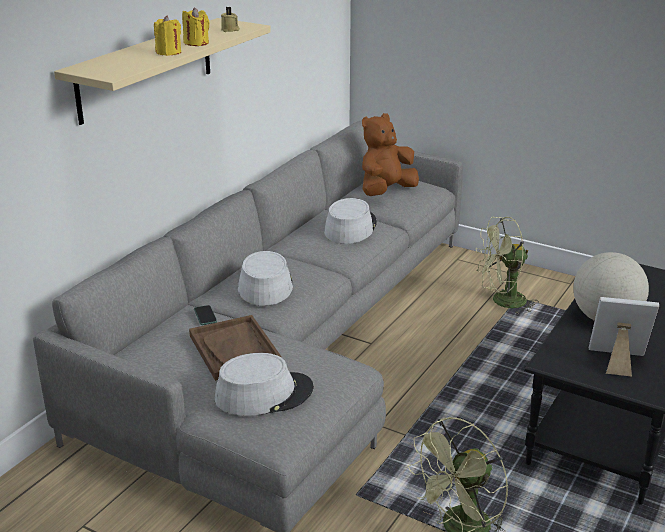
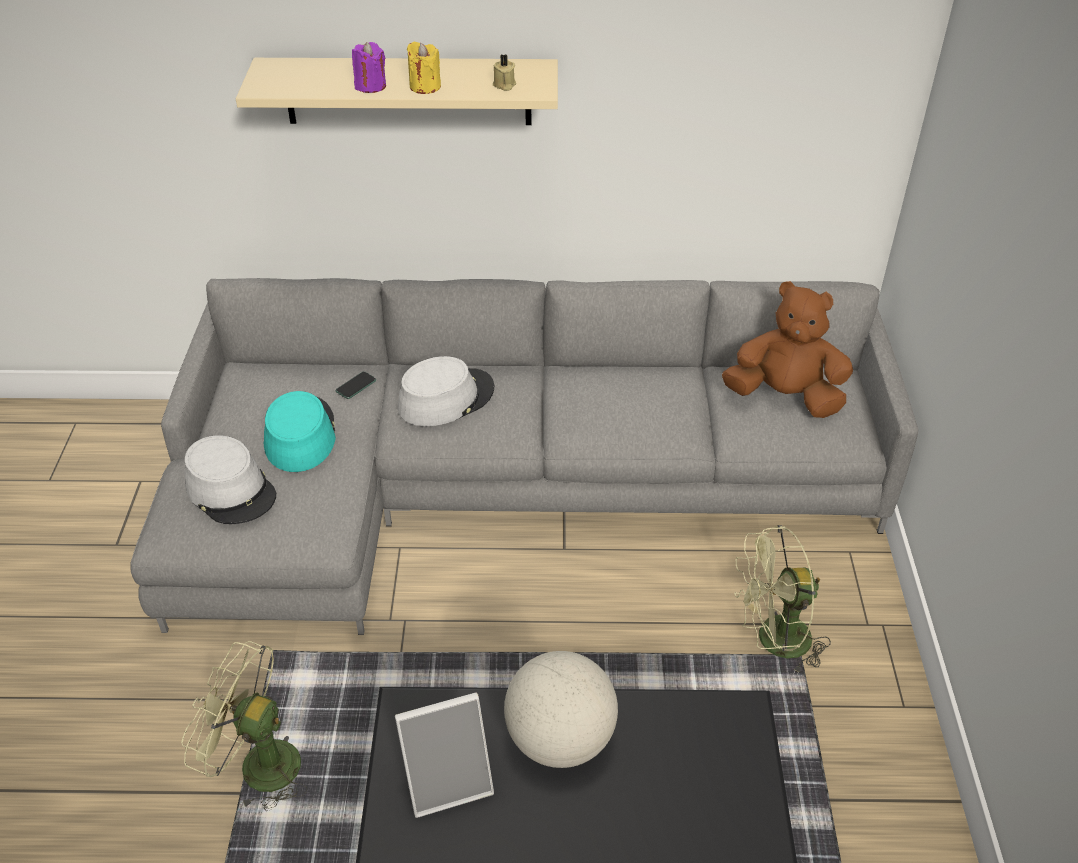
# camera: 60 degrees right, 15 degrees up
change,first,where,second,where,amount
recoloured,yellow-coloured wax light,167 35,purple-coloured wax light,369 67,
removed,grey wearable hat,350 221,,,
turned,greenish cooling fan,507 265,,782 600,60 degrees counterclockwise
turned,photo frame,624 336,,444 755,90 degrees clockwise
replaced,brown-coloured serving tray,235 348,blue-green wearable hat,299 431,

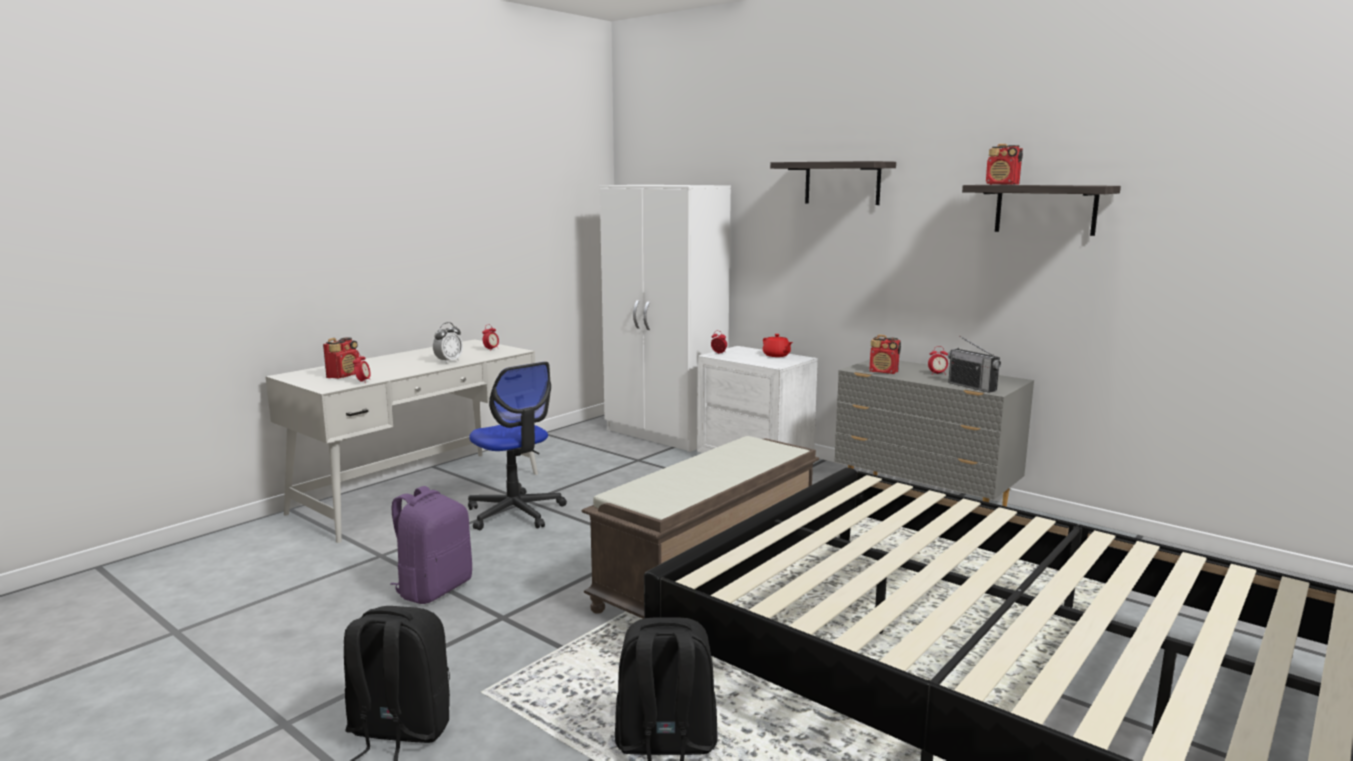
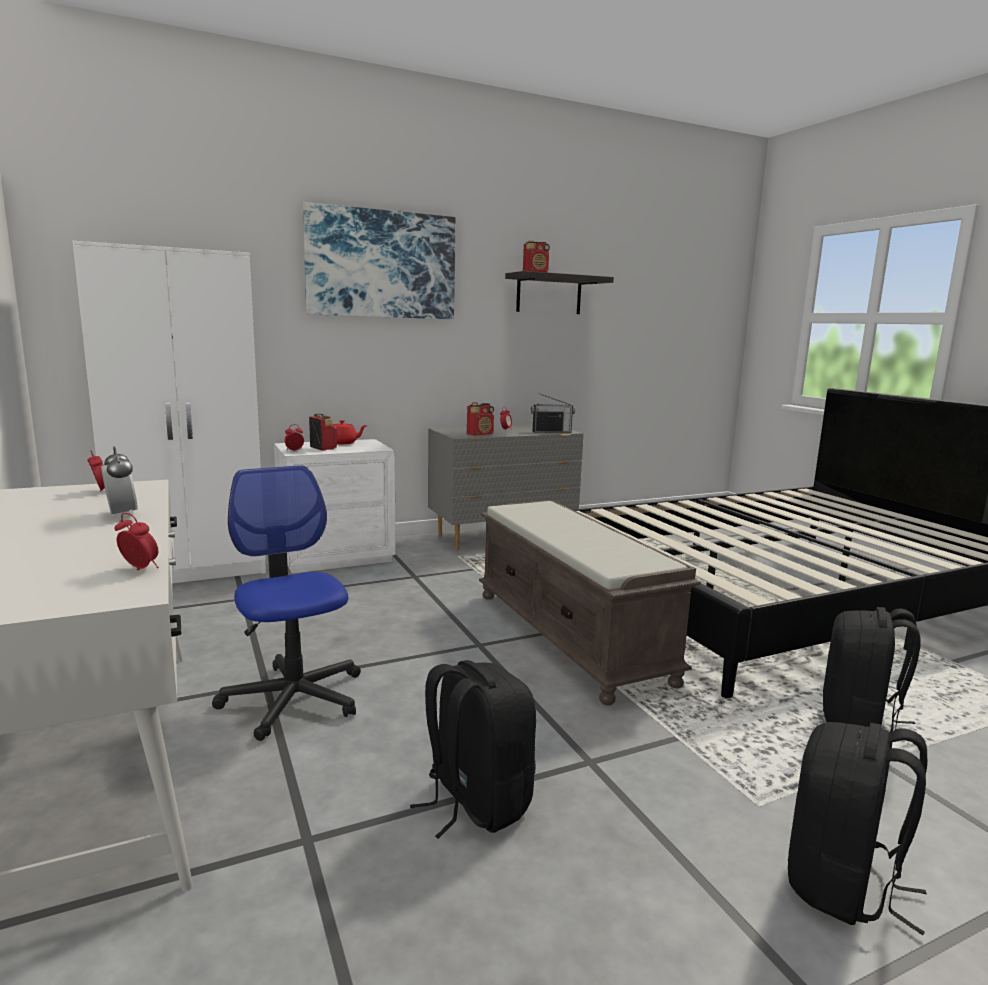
# camera: 65 degrees left, 0 degrees up
change,first,where,second,where,amount
replaced,wall shelf,833 183,picture,378 260,
moved,radio set,341 358,,323 432,
turned,desk chair,517 446,,286 603,105 degrees counterclockwise
recoloured,purple-coloured knapsack,431 545,black knapsack,473 749,

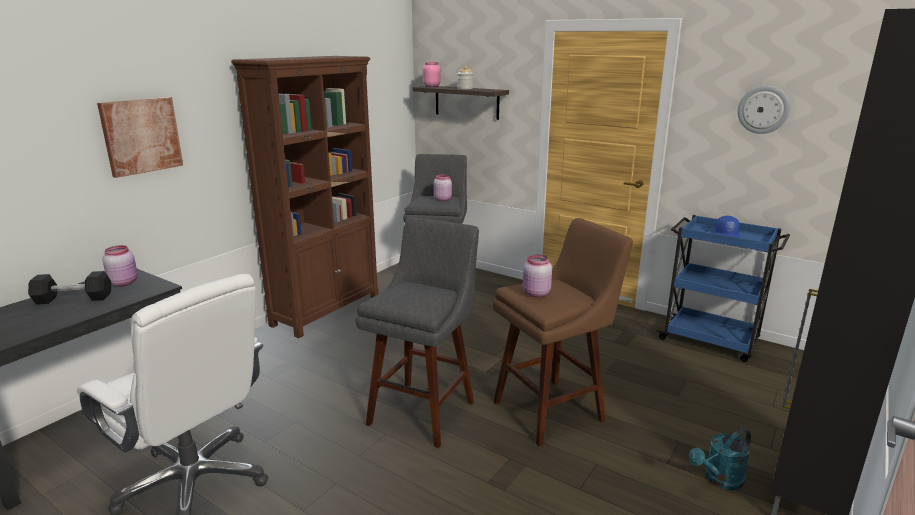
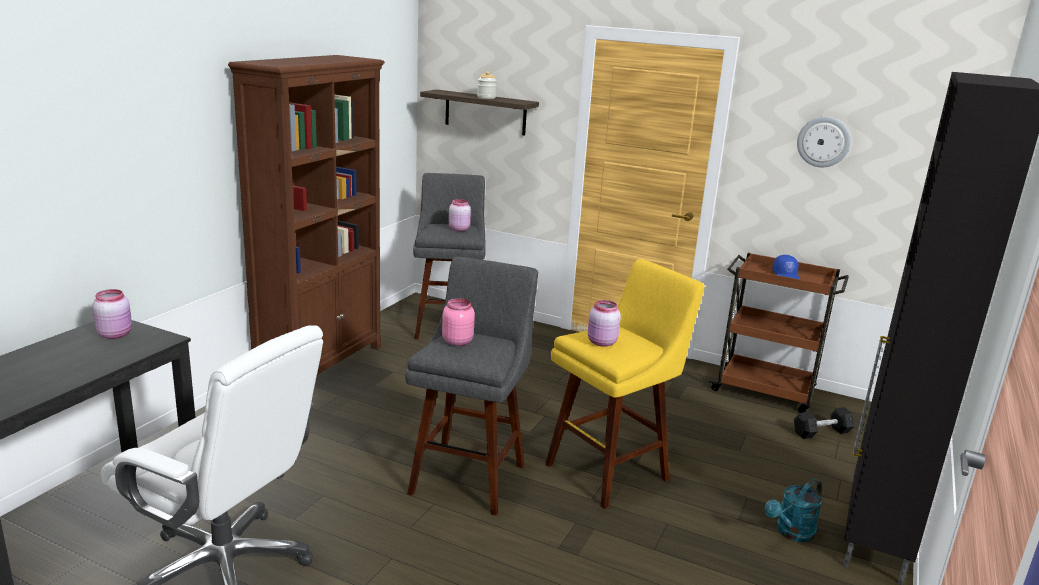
# camera: 10 degrees left, 0 degrees up
change,first,where,second,where,amount
moved,pink storage jar,432 74,,458 322,
removed,picture,140 137,,,
recoloured,bluish wheeled cart,723 288,brown-coloured wheeled cart,779 333,
recoloured,brown-coloured stool seat,563 332,yellow-coloured stool seat,625 384,
moved,black dumbbell,69 287,,824 423,

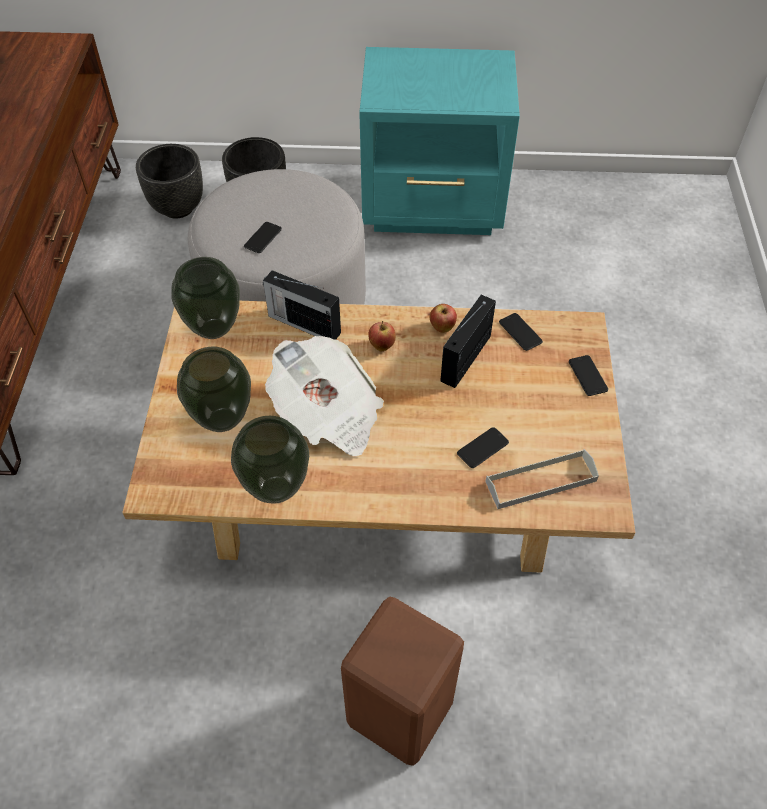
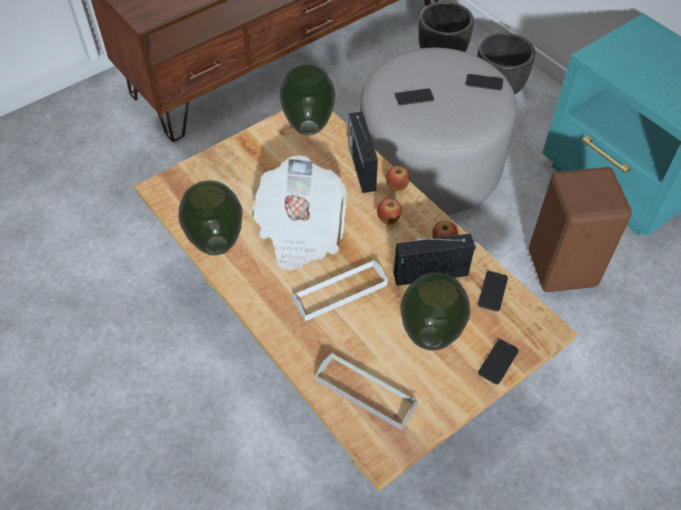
# camera: 50 degrees right, 0 degrees up
change,first,where,second,where,amount
moved,flower vase,214 389,,435 311,
moved,phone,483 447,,484 82,
moved,brown-coloured stool seat,402 681,,580 229,
added,,,apple fruit,398 178,
added,,,white-coloured serving tray,340 290,

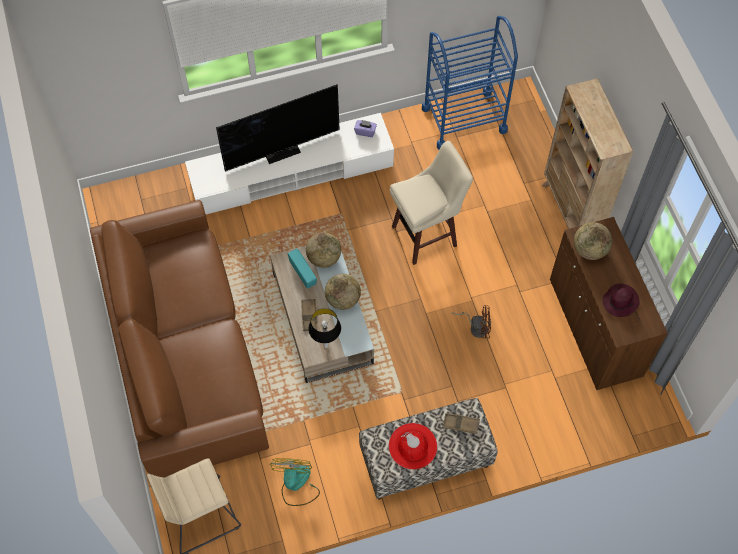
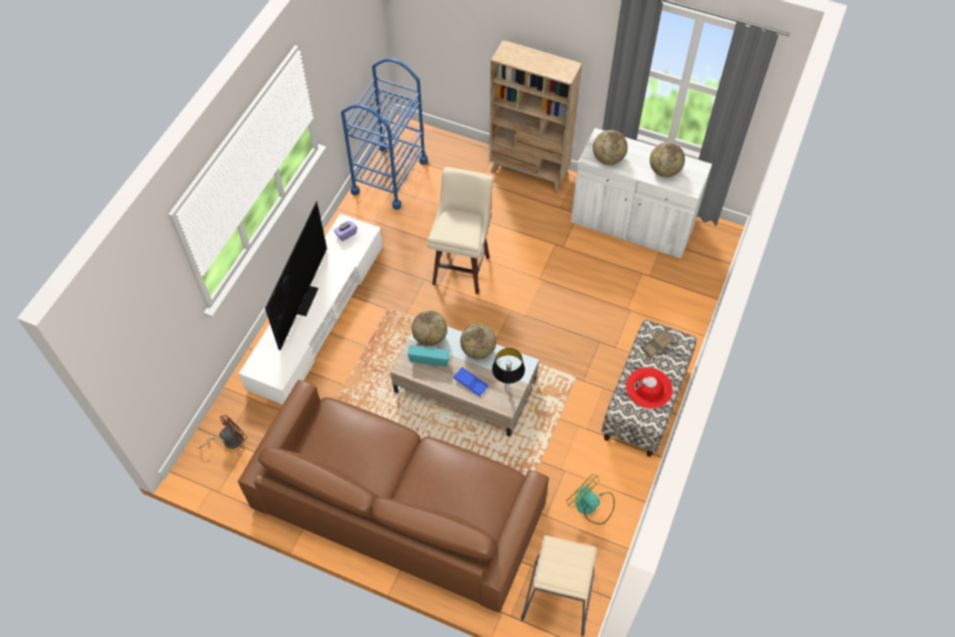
# camera: 50 degrees left, 5 degrees down
change,first,where,second,where,amount
recoloured,brown-coloured cabinet,609 303,white-coloured cabinet,641 193,
replaced,purple-coloured wearable hat,621 300,world globe,667 159,
recoloured,brown-coloured serving tray,309 315,bluish serving tray,471 382,
moved,brown-coloured cooling fan,471 321,,223 432,

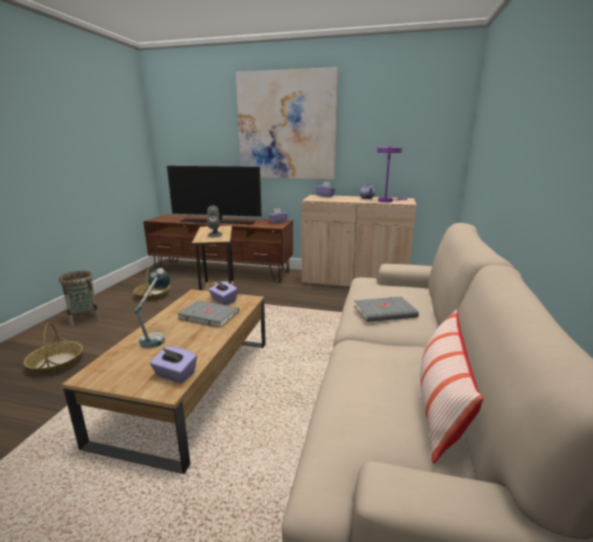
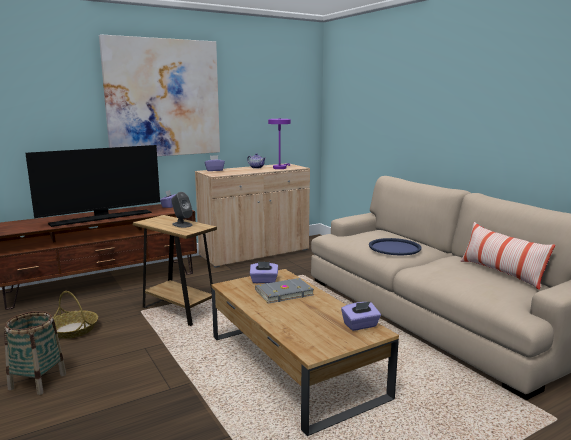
# camera: 45 degrees left, 5 degrees down
change,first,where,second,where,amount
removed,tabletop lamp,152 308,,,
replaced,grey book,386 309,bluish serving tray,395 246,
removed,storage basket,53 348,,,

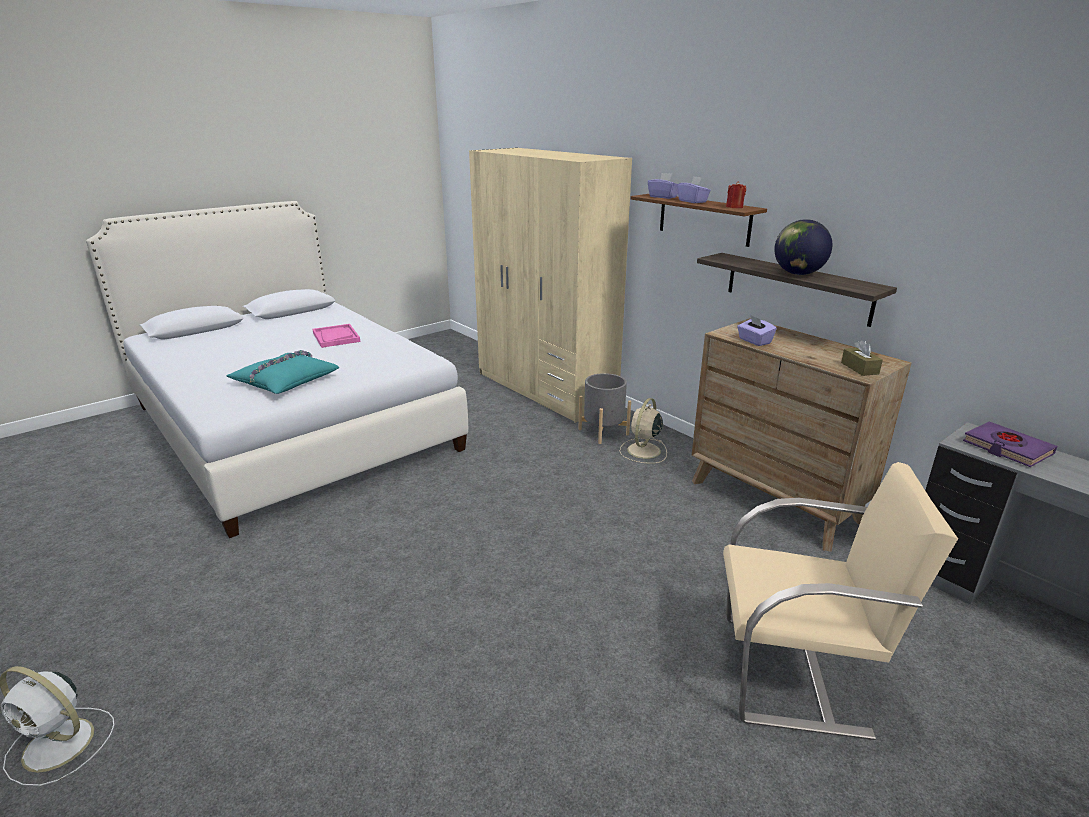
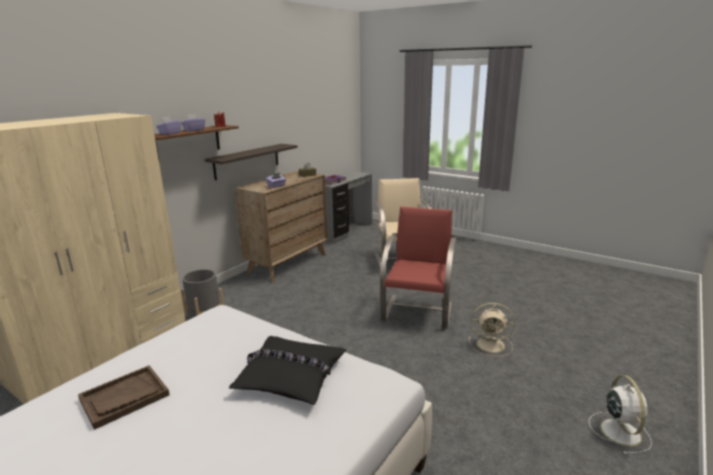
# camera: 105 degrees left, 5 degrees down
change,first,where,second,where,amount
removed,world globe,803 247,,,
recoloured,pink serving tray,336 336,brown-coloured serving tray,124 397,
recoloured,blue-green cushion,283 372,black cushion,287 370,
moved,beige cooling fan,643 431,,492 330,
added,,,red lounge chair,418 268,

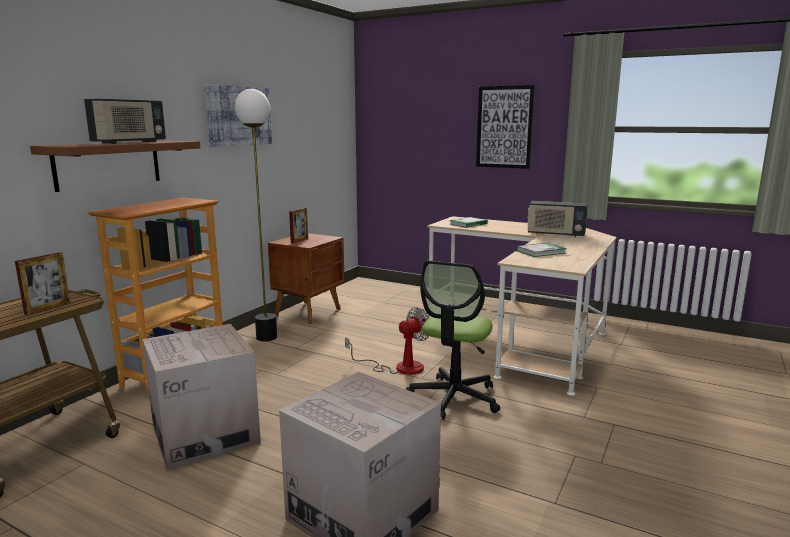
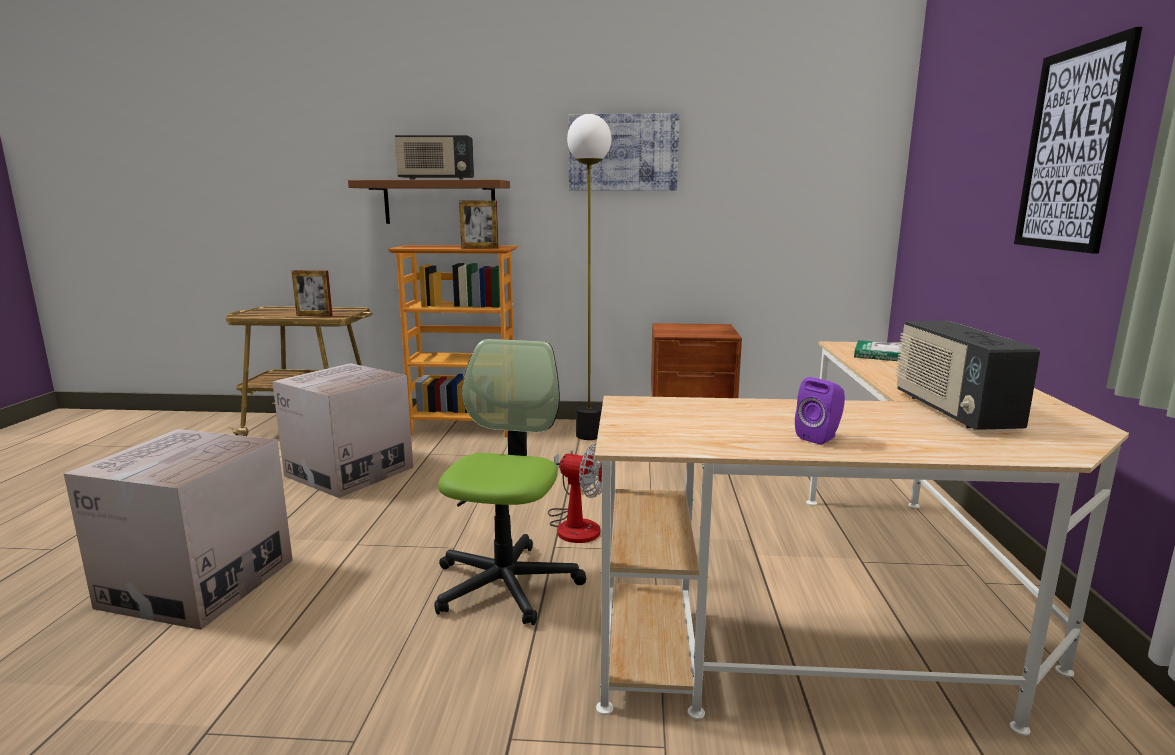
# camera: 65 degrees right, 0 degrees up
change,first,where,second,where,amount
moved,photo frame,298 225,,478 225,
removed,book,541 250,,,
turned,desk chair,453 340,,510 482,105 degrees clockwise
added,,,purple-coloured speaker,820 411,

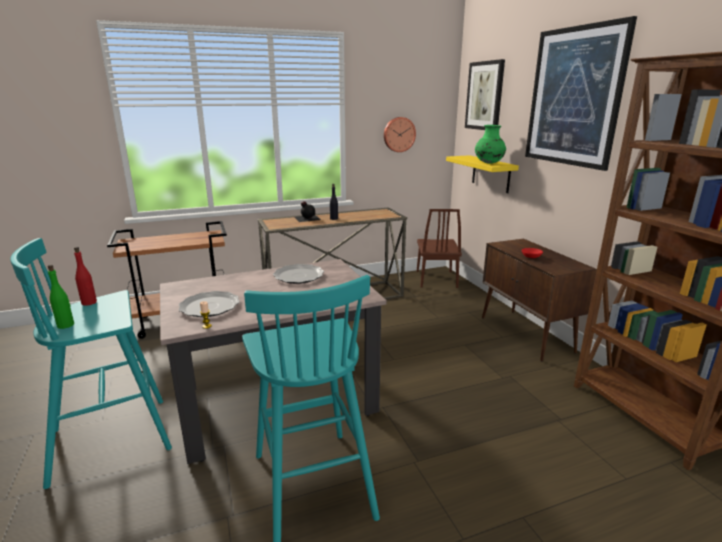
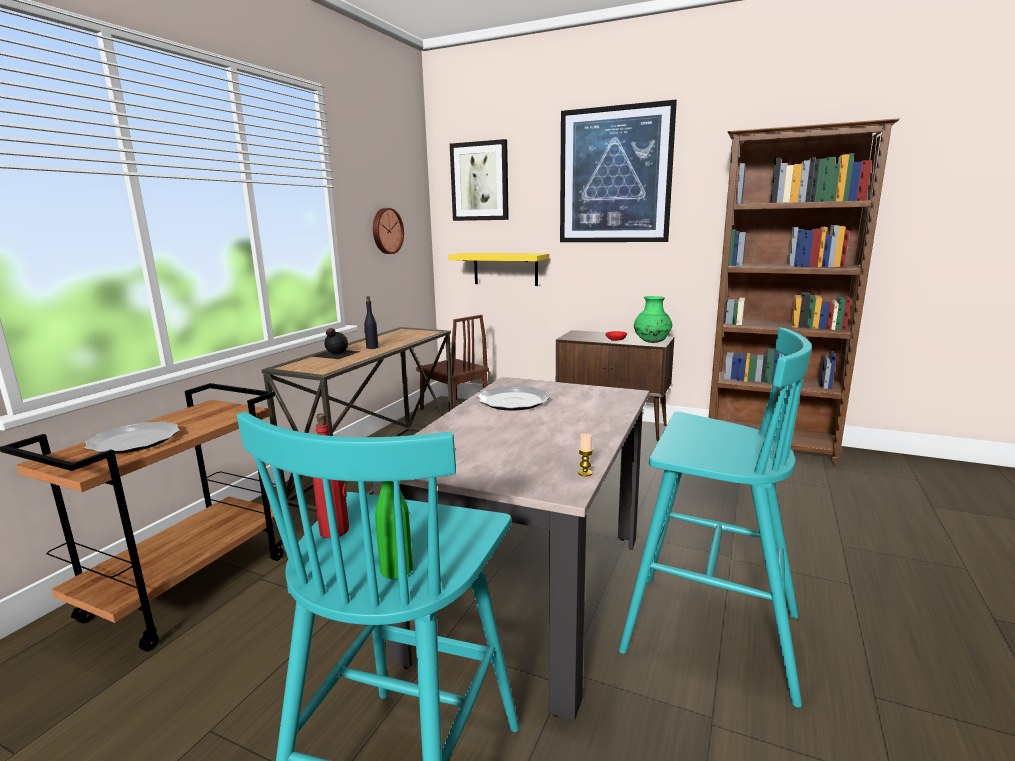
# camera: 45 degrees left, 5 degrees down
change,first,where,second,where,amount
moved,greenish flower vase,490 144,,653 319,
moved,dinner plate,209 304,,132 437,

